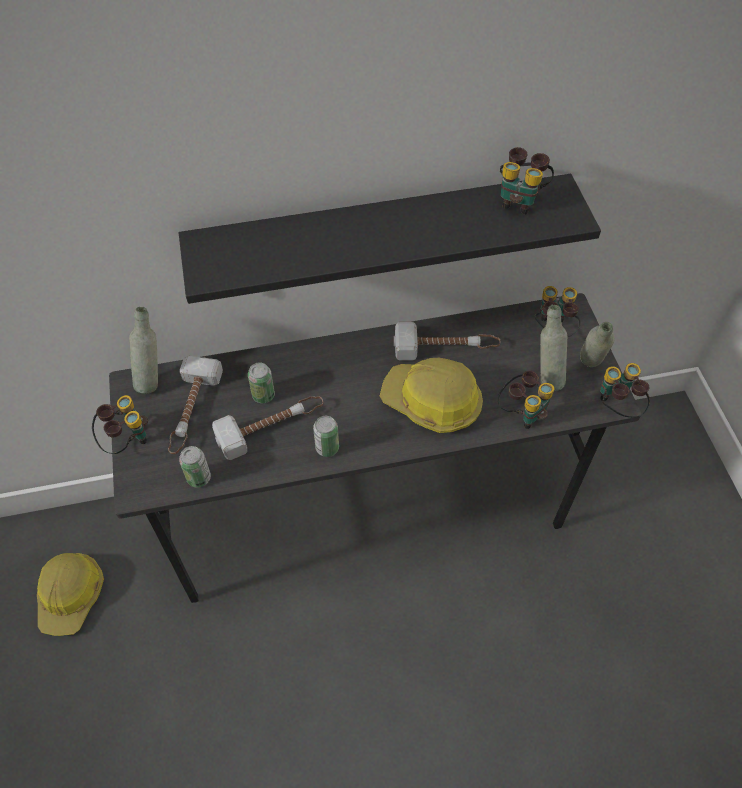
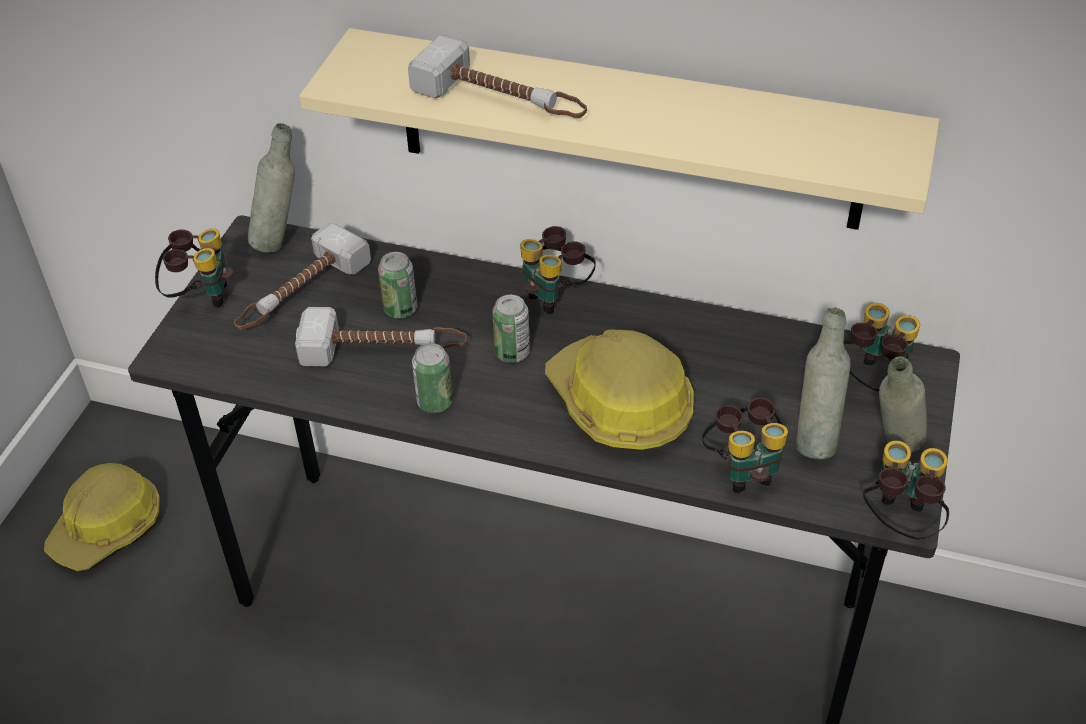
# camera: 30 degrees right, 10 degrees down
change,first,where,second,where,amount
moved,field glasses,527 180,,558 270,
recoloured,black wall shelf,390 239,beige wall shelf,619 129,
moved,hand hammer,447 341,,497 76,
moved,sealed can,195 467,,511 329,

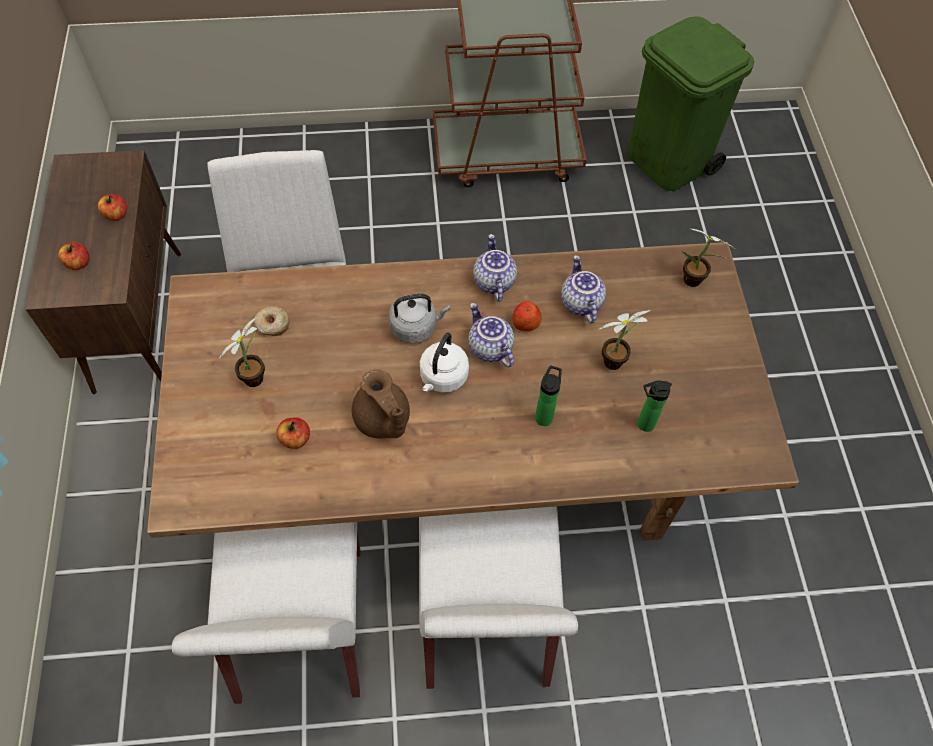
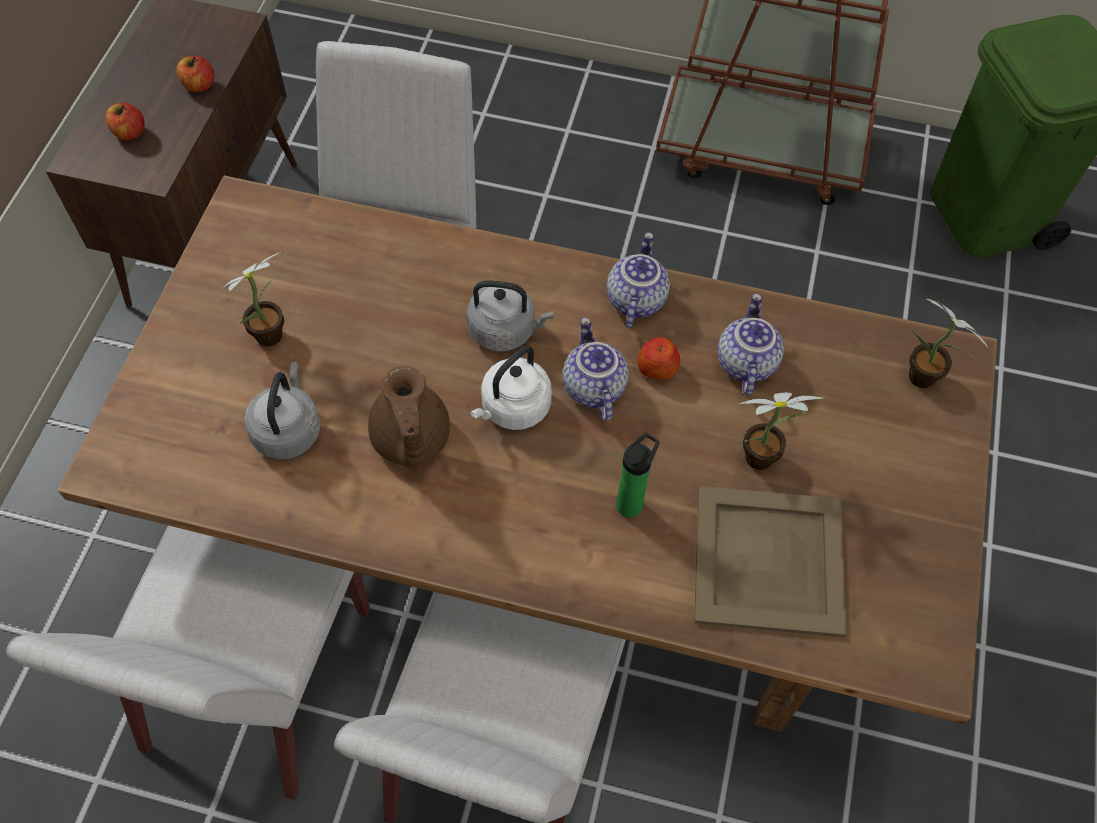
# camera: 20 degrees right, 0 degrees up
change,first,where,second,where,amount
removed,donut,272 321,,,
replaced,bottle,654 406,beige serving tray,770 561,
replaced,apple fruit,293 433,grey kettle,282 410,

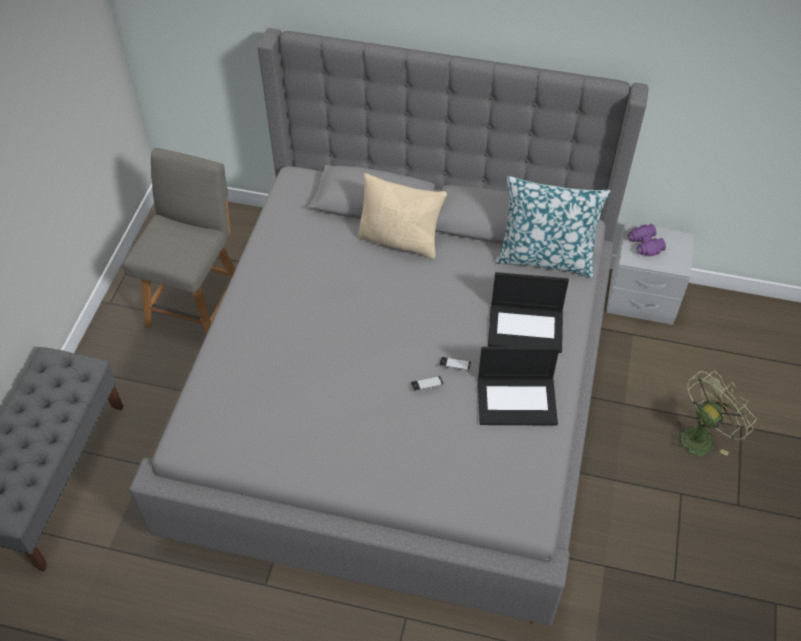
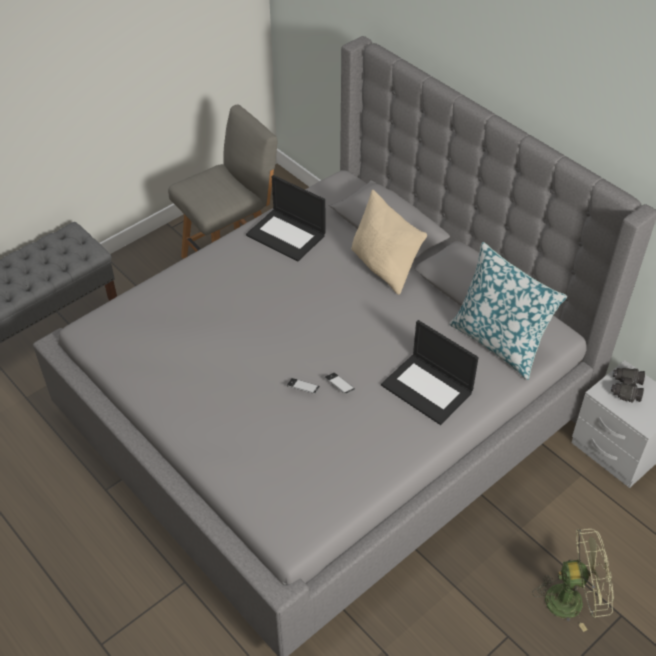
# camera: 35 degrees right, 5 degrees down
change,first,where,second,where,amount
recoloured,purple-coloured field glasses,647 240,black field glasses,628 385,
moved,laptop,518 386,,286 218,

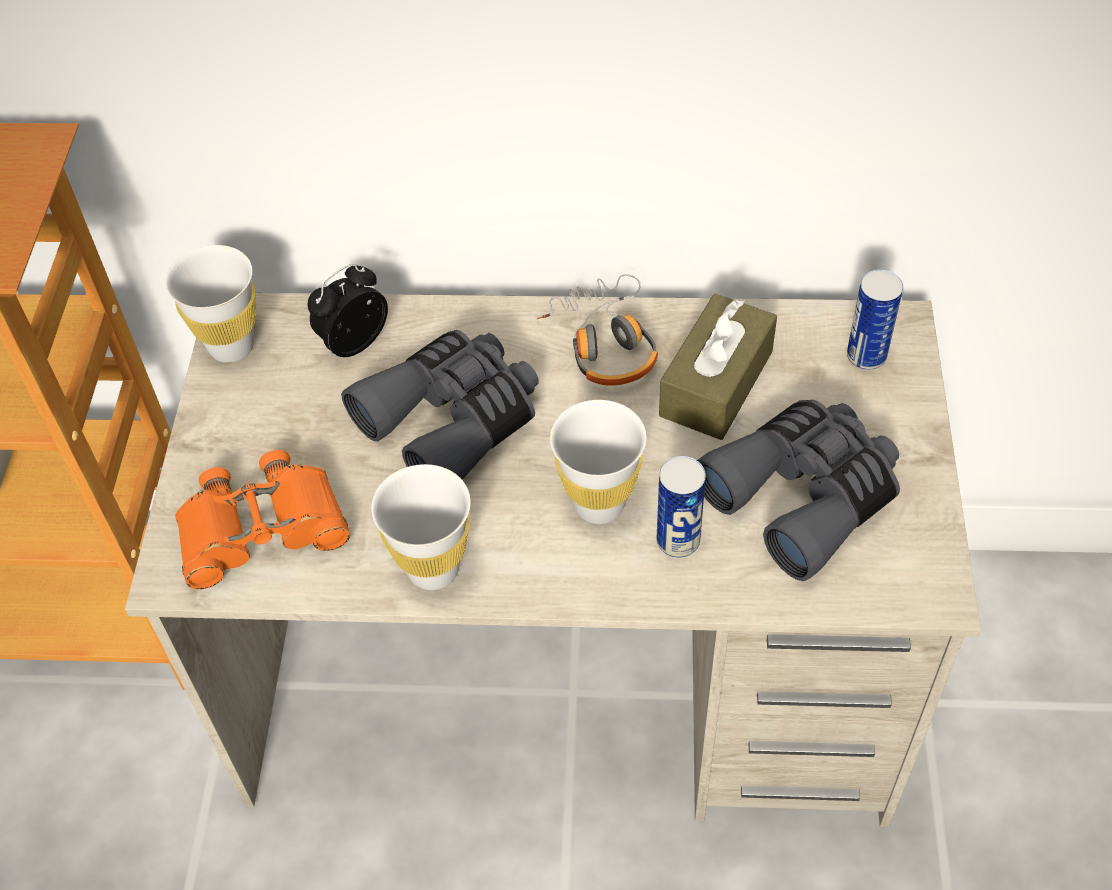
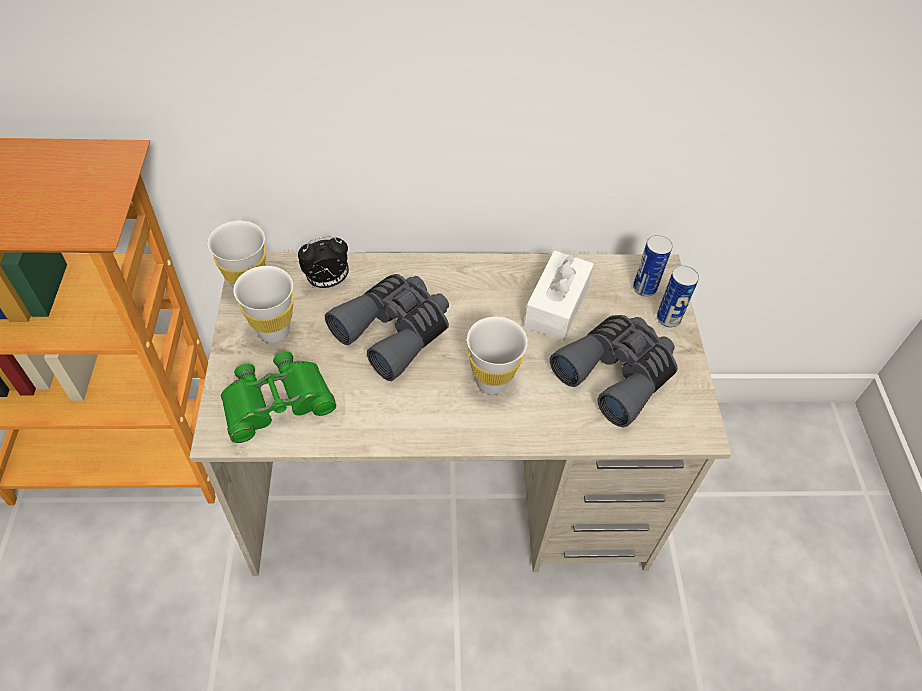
# camera: 10 degrees left, 0 degrees up
change,first,where,second,where,amount
turned,bedside clock,348 310,,323 262,150 degrees counterclockwise
removed,headphones,597 330,,,
recoloured,brown-coloured tissue box,718 366,white-coloured tissue box,558 296,
recoloured,orangey field glasses,263 519,greenish field glasses,278 397,
moved,sealed can,681 507,,678 296,
moved,white-coloured small cup,421 527,,263 304,

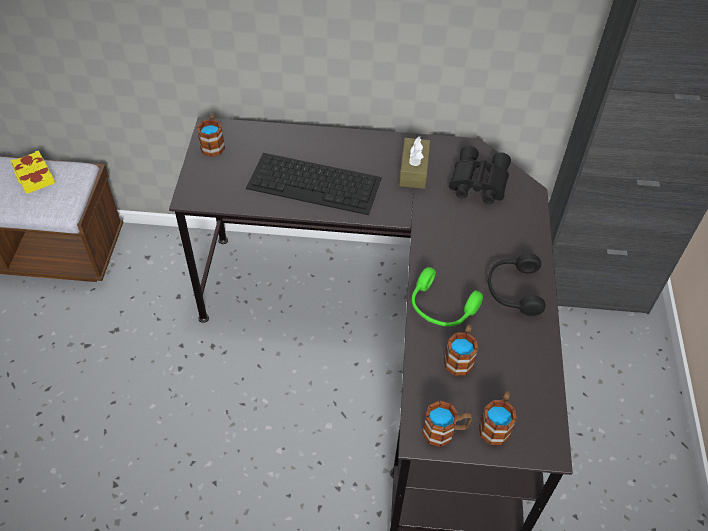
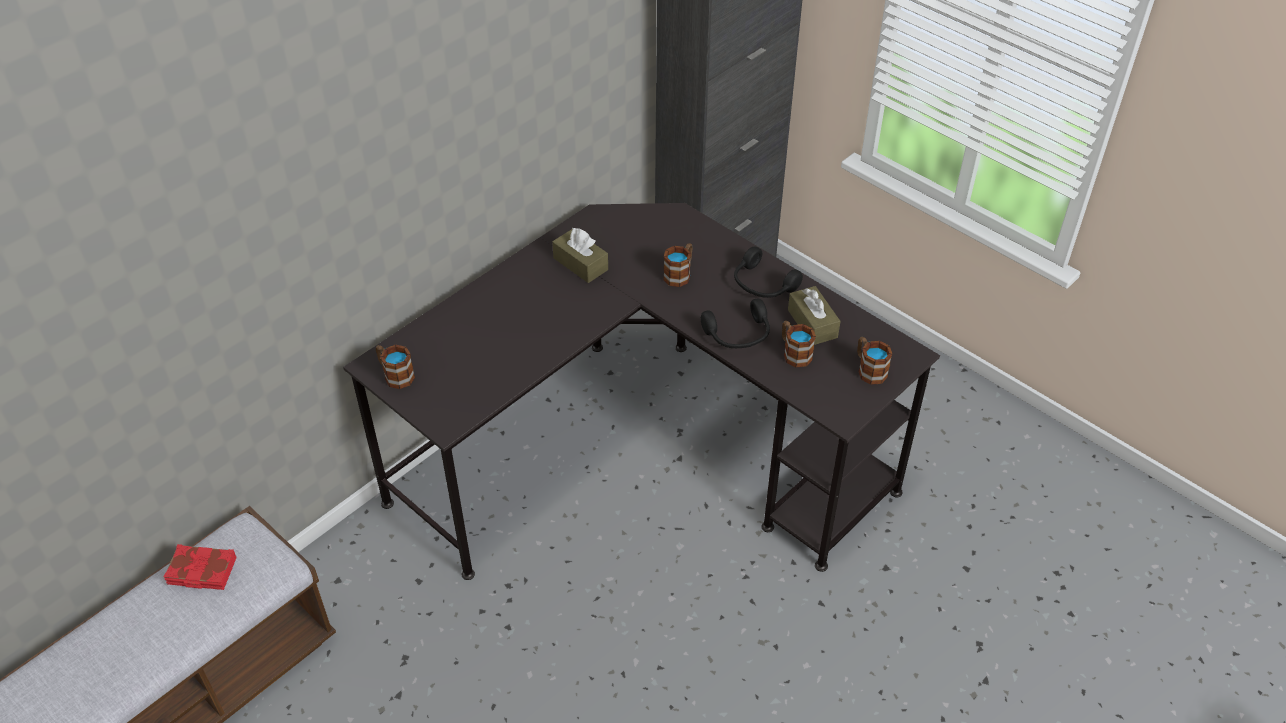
# camera: 50 degrees left, 5 degrees down
change,first,where,second,where,amount
removed,black field glasses,480 175,,,
recoloured,yellow-coloured book,32 172,red book,200 567,
removed,PC keyboard,314 184,,,
recoloured,greenish headphones,447 297,black headphones,735 323,
moved,coffee mug,447 423,,678 265,
added,,,brown-coloured tissue box,814 315,

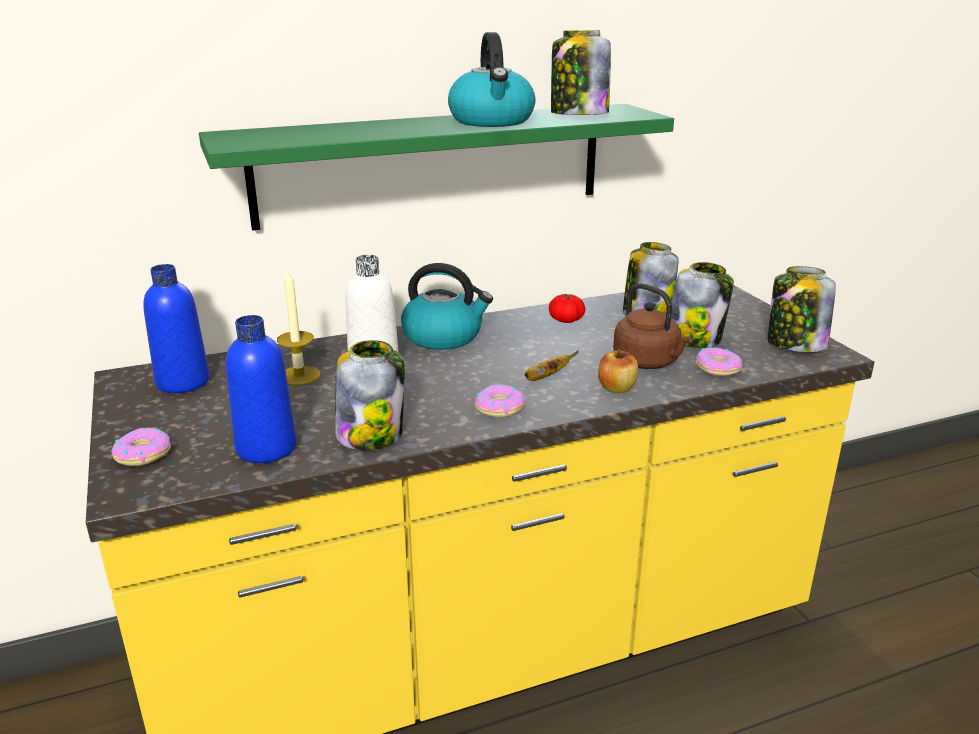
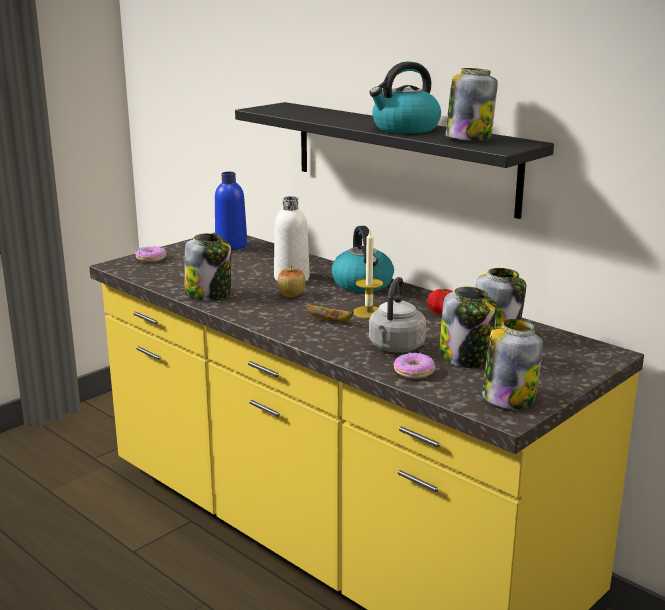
# camera: 65 degrees right, 5 degrees down
change,first,where,second,where,amount
recoloured,greenish wall shelf,436 167,black wall shelf,394 160,
moved,wax light,299 327,,368 275,
recoloured,brown-coloured kettle,653 326,grey kettle,397 315,
removed,bluish bottle,261 389,,,
moved,apple fruit,618 371,,291 281,
removed,donut,500 401,,,

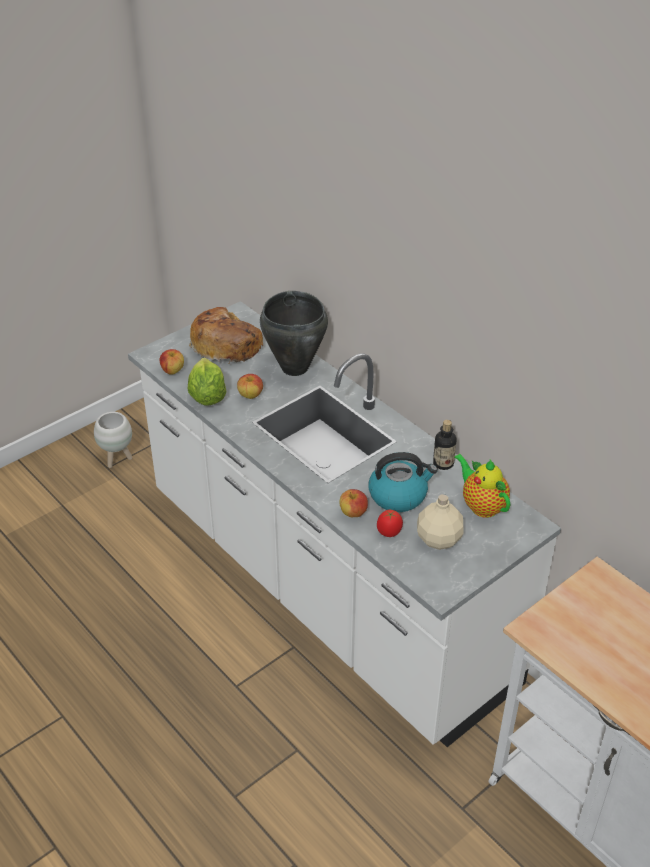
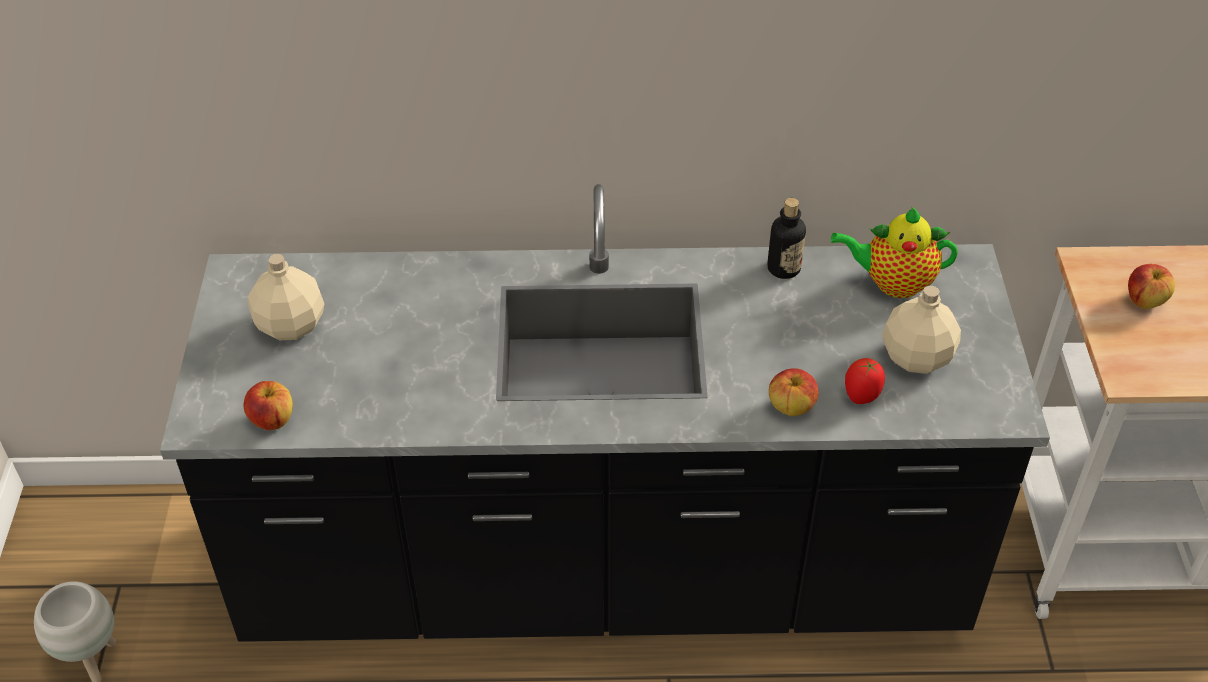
# camera: 50 degrees left, 5 degrees up
change,first,where,second,where,amount
removed,black cooking pot,294 333,,,
recoloured,white-coloured kitchen counter,344 524,black kitchen counter,605 413,
replaced,baked bread,226 336,beige bottle,286 297,
removed,lettuce,207 381,,,
moved,apple fruit,250 386,,1151 286,
removed,kettle,403 482,,,

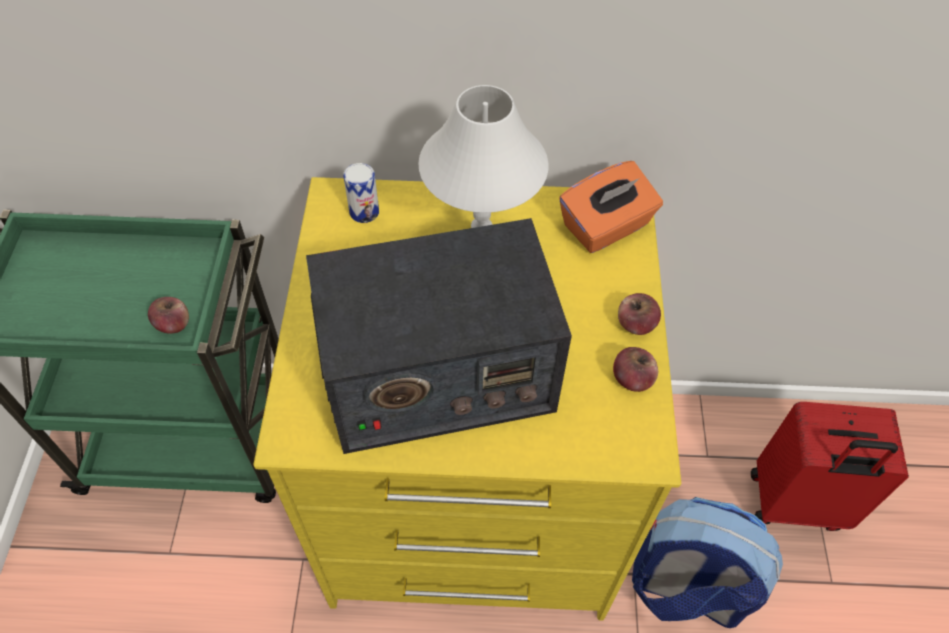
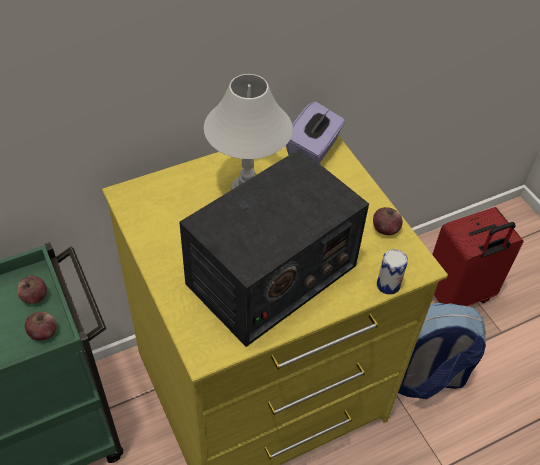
# camera: 30 degrees left, 5 degrees down
change,first,where,second,where,amount
recoloured,orangey tissue box,611 207,purple-coloured tissue box,315 132,
moved,sealed can,361 193,,392 272,
moved,apple fruit,639 314,,32 290,

